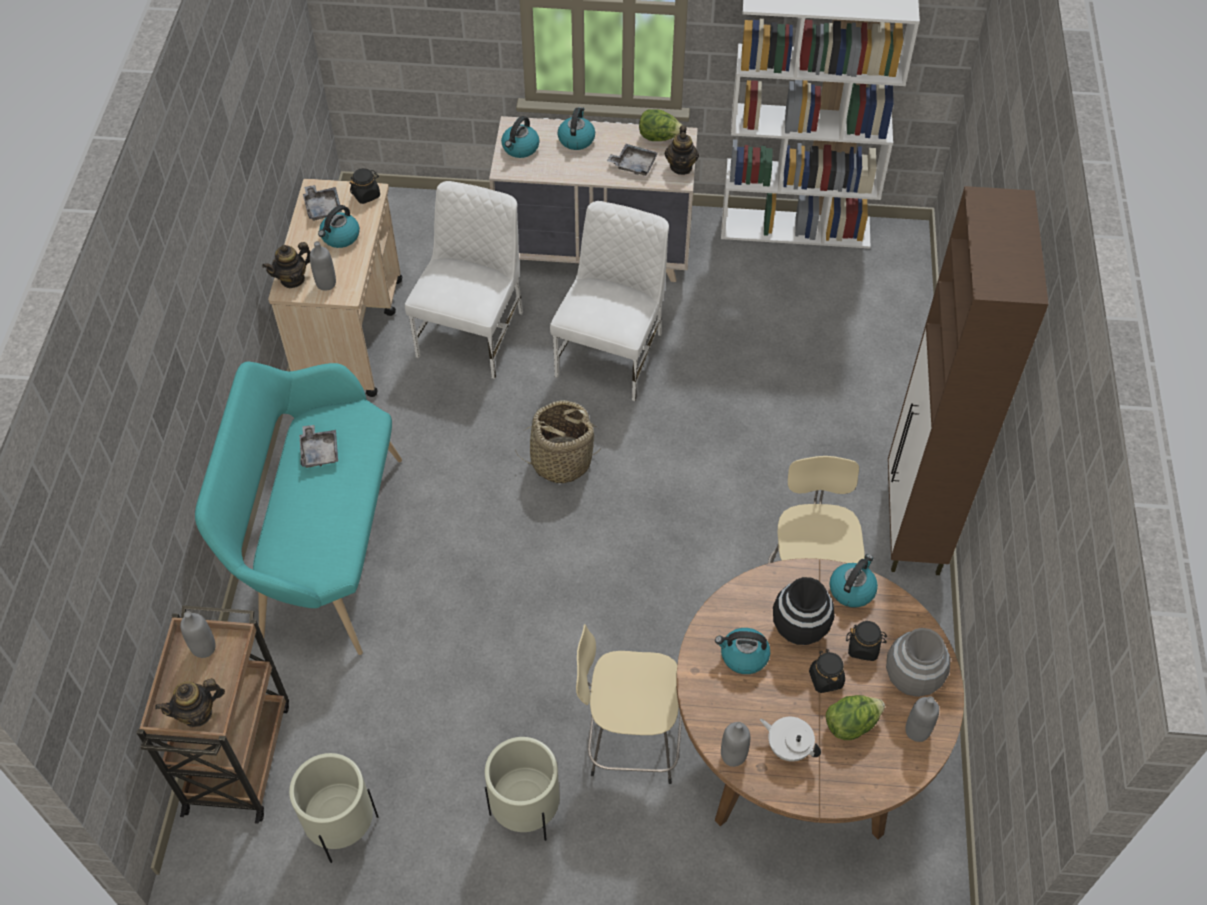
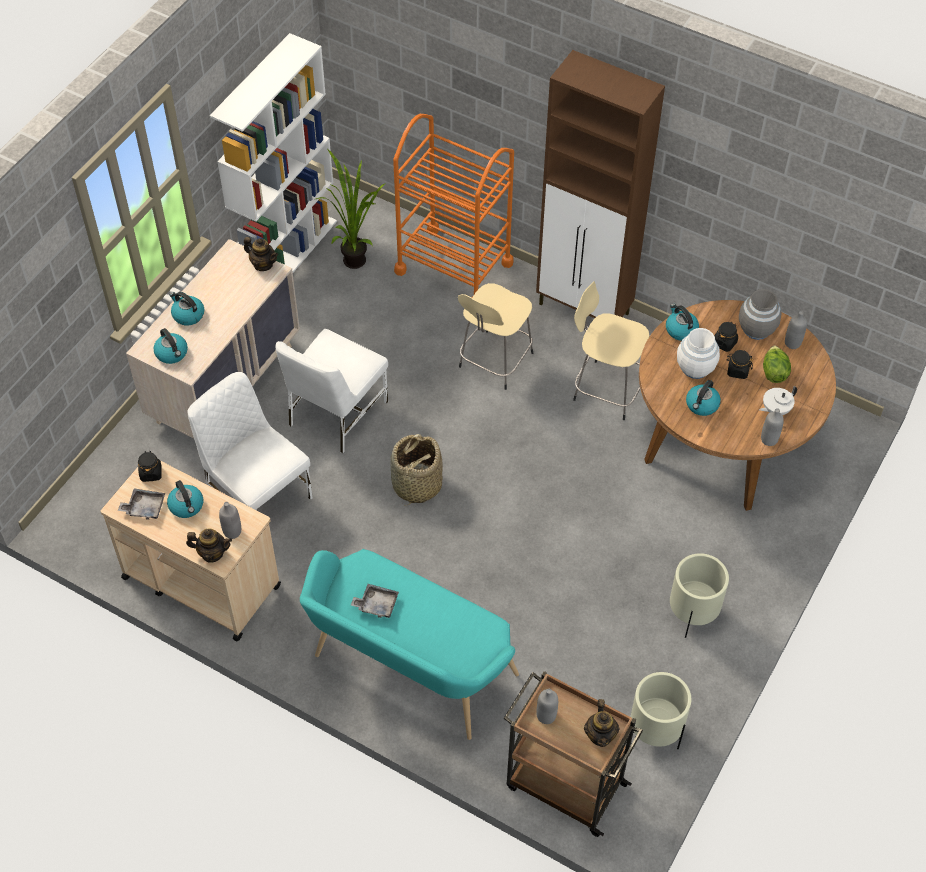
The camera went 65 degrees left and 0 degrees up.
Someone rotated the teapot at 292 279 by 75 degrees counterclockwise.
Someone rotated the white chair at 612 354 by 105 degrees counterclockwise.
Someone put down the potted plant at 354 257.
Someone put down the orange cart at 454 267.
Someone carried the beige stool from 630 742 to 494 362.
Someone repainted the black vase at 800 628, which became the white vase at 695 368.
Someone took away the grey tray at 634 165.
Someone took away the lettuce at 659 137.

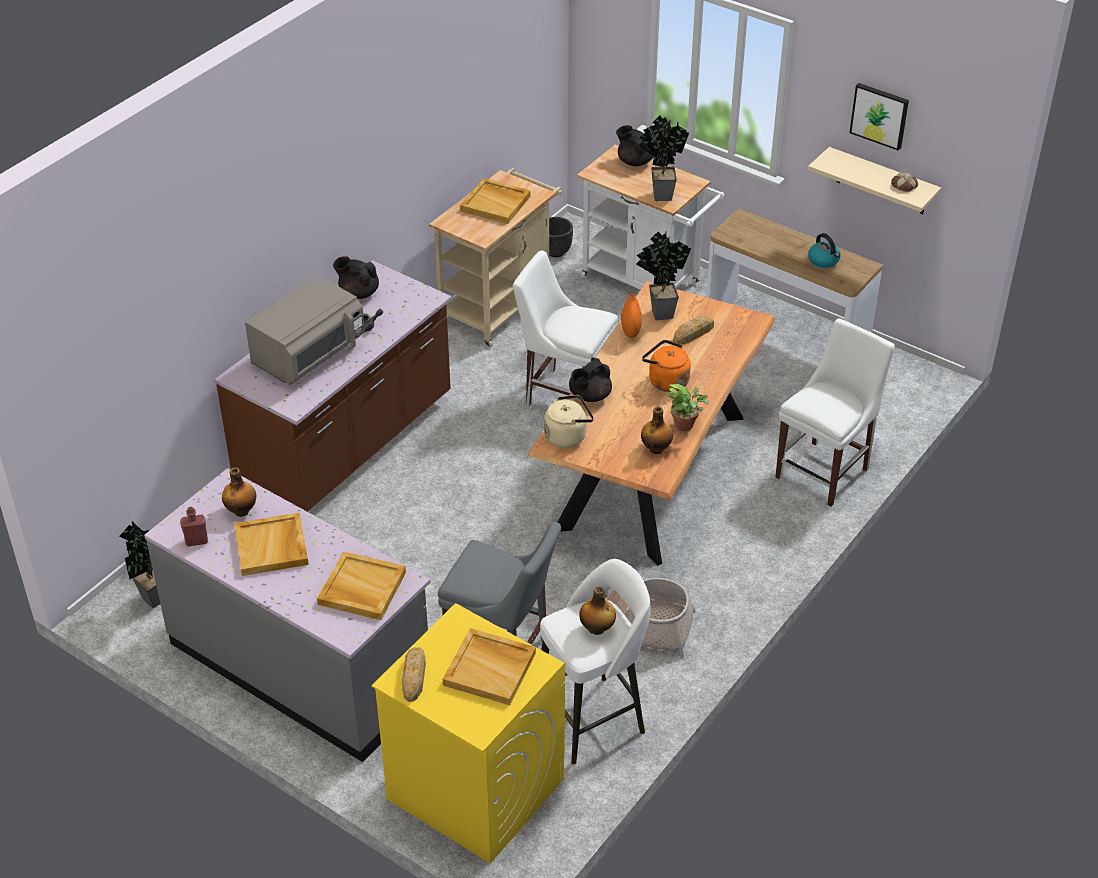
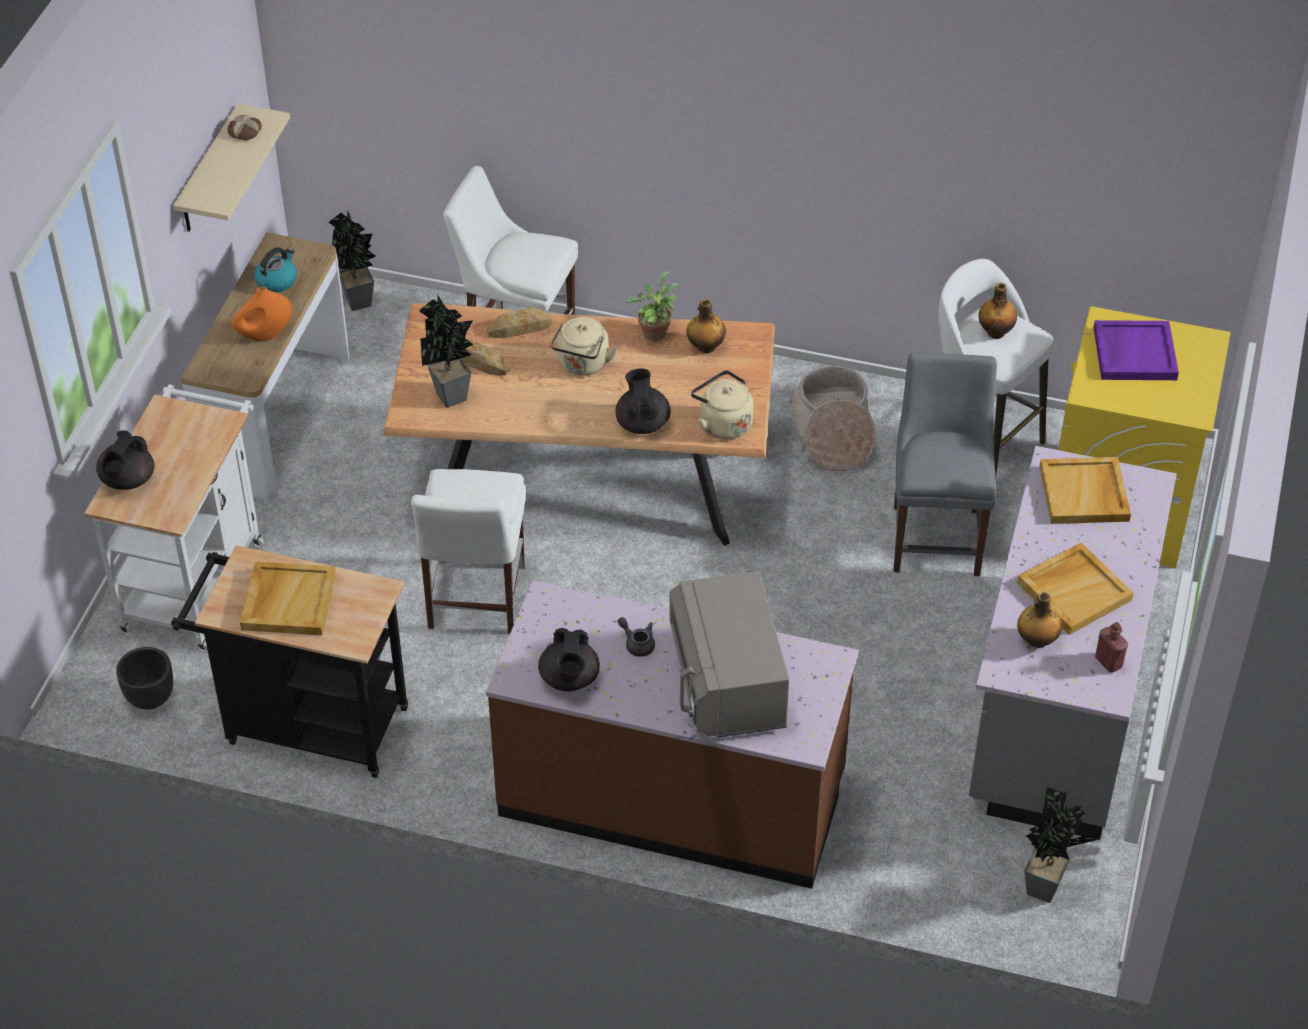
The camera went 110 degrees left and 5 degrees up.
Someone repainted the beige cart at 500 306, which became the black cart at 307 724.
Someone carried the orange vase from 630 331 to 264 335.
Someone carried the potted plant from 658 195 to 357 305.
Someone carried the bread from 414 676 to 519 328.
Someone repainted the orange kettle at 666 381, which became the beige kettle at 583 365.
Someone rotated the black teapot at 589 396 by 120 degrees counterclockwise.
Someone rotated the grey microwave at 309 355 by 120 degrees counterclockwise.
Someone repainted the beige tray at 490 669, which became the purple tray at 1133 353.
Someone took away the picture at 880 115.

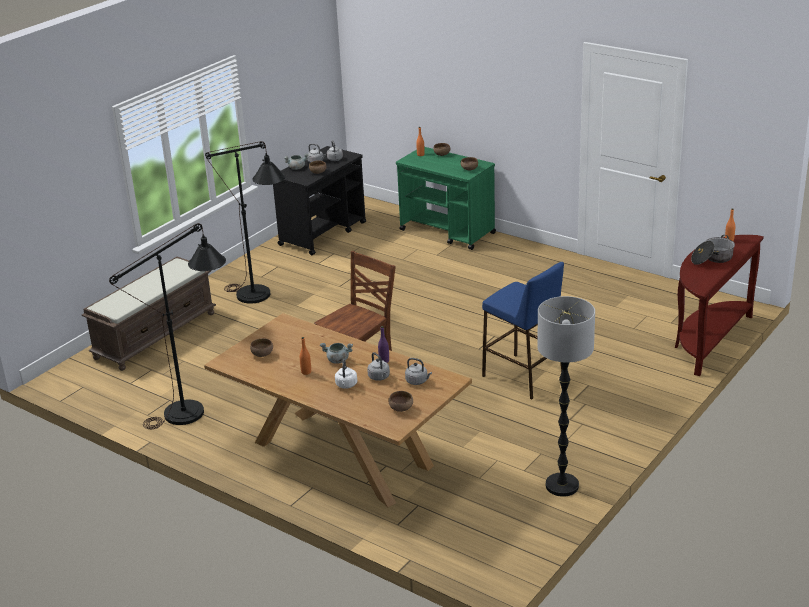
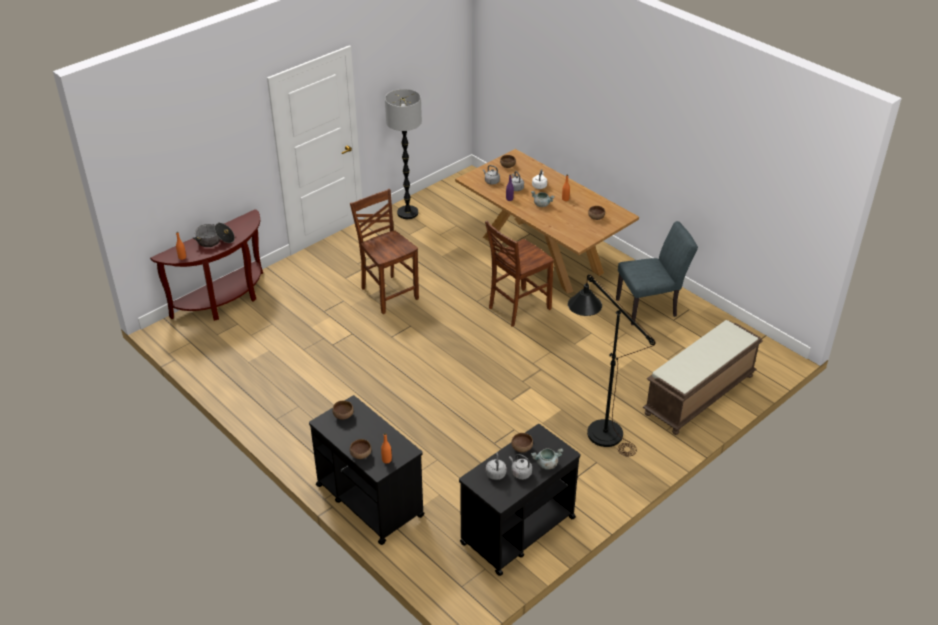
The camera went 170 degrees left and 10 degrees up.
Someone repainted the green cart at 448 232, which became the black cart at 369 500.
Someone swapped the blue stool at 523 376 for the brown chair at 388 293.
Someone swapped the black floor lamp at 195 410 for the grey chair at 651 307.

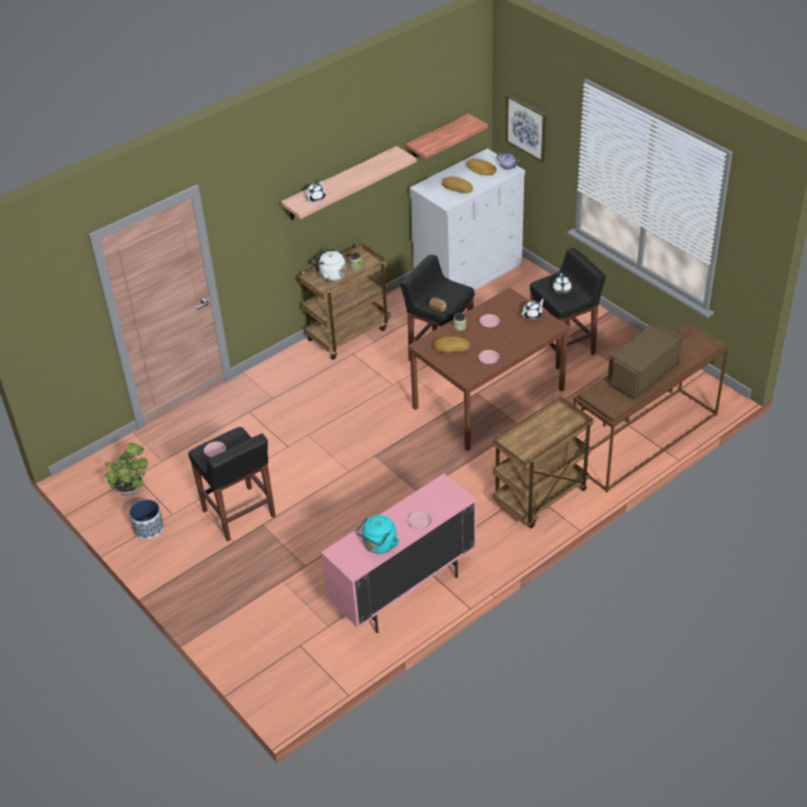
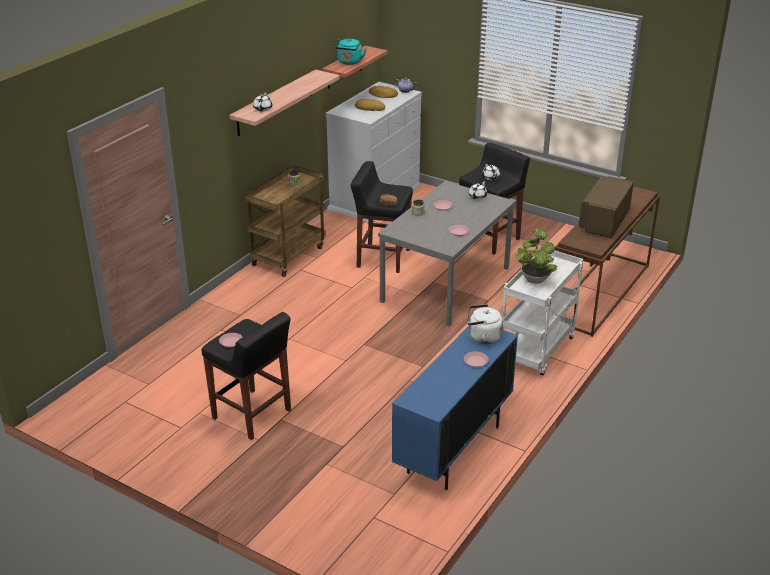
The camera went 20 degrees left and 10 degrees down.
Someone carried the turquoise kettle from 379 546 to 349 62.
Someone repainted the brown dining table at 488 398, which became the grey dining table at 445 284.
Someone repainted the pink cabinet at 404 592, which became the blue cabinet at 453 450.
Someone carried the white kettle from 330 275 to 482 337.
Someone repainted the brown cart at 540 498, which became the white cart at 537 351.
Someone carried the potted plant from 130 488 to 535 278.
Someone took away the planter at 148 528.
Someone took away the bread at 451 347.
Someone took away the picture at 526 127.

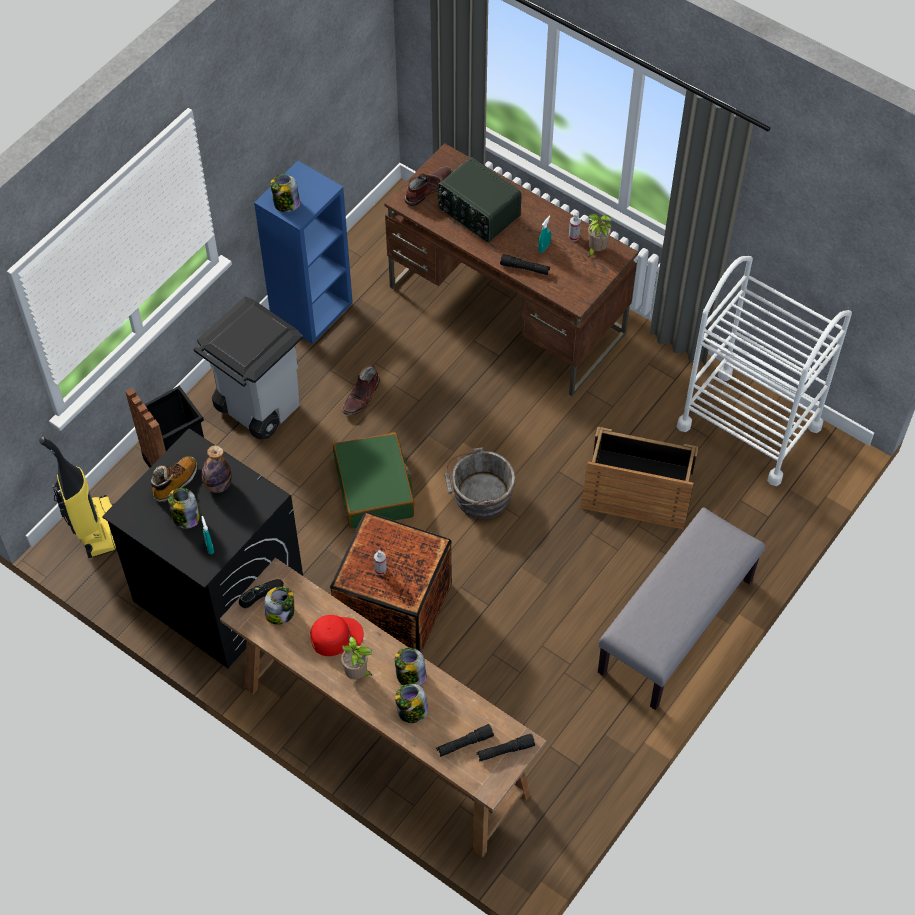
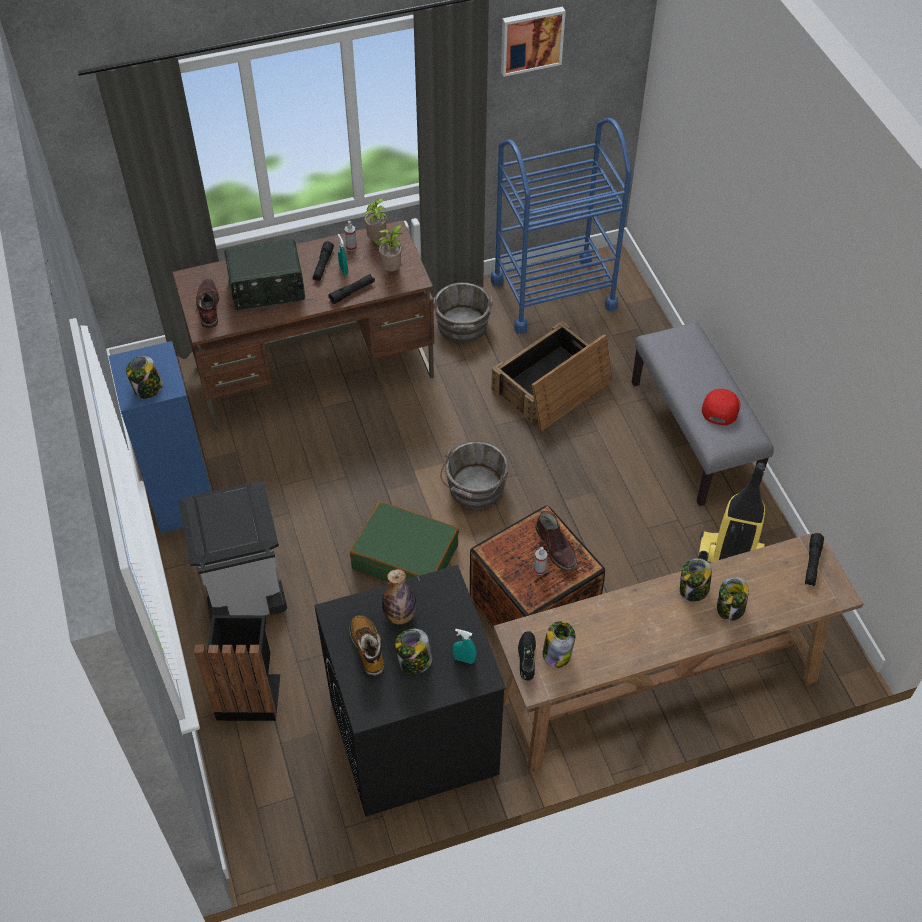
The camera went 55 degrees left and 5 degrees down.
Someone carried the black flashlight from 464 743 to 323 265.
Someone carried the potted plant from 357 674 to 392 270.
Someone put down the grey bucket at 462 327.
Someone repainted the white cart at 749 426, which became the blue cart at 553 293.
Someone put up the picture at 531 39.
Someone carried the brown boot from 362 397 to 557 547.
Someone carried the vacuum cleaner from 97 528 to 729 556.
Someone carried the red cap from 336 636 to 720 407.

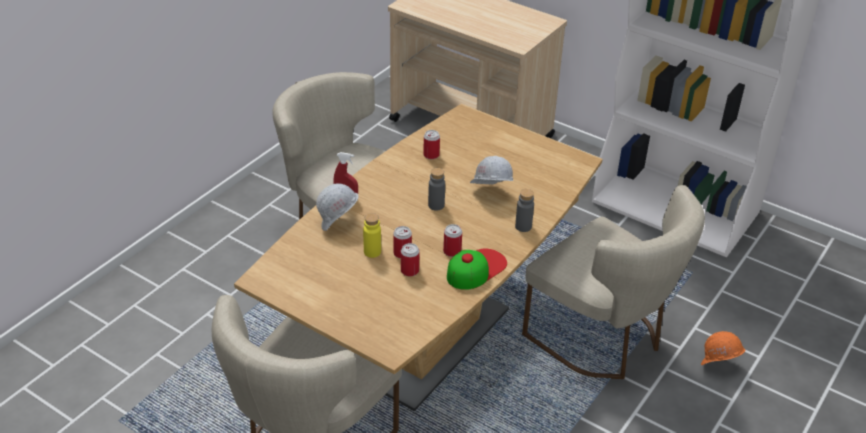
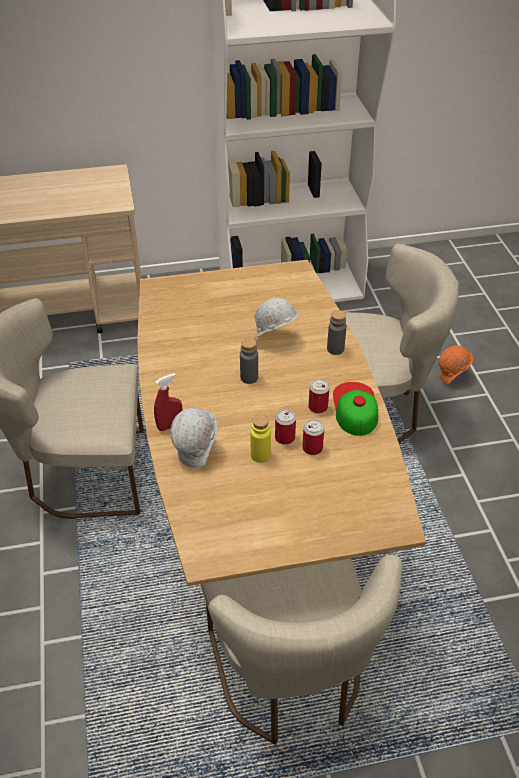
The camera went 45 degrees left and 5 degrees up.
Someone took away the can at 431 155.

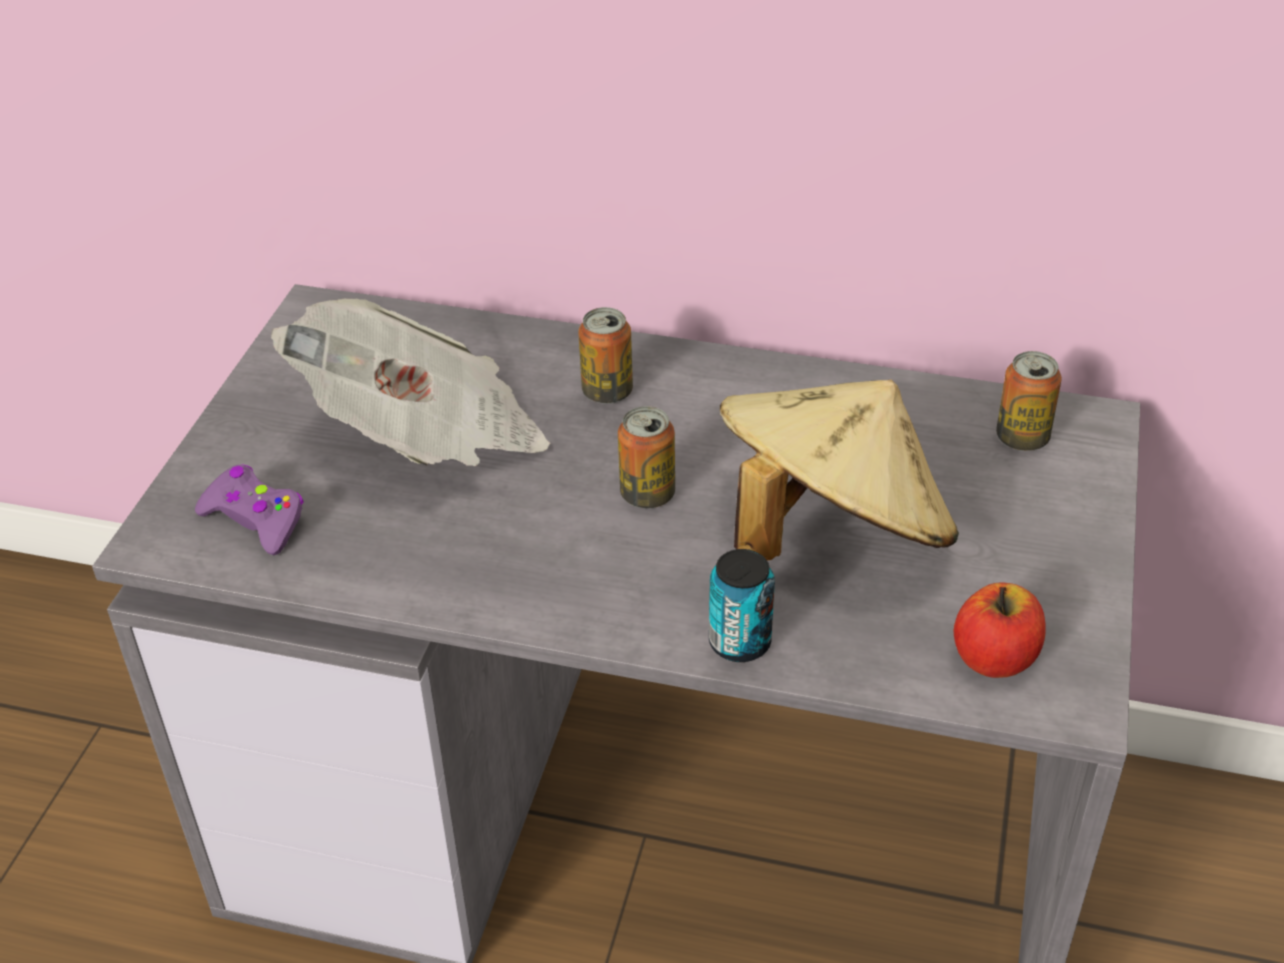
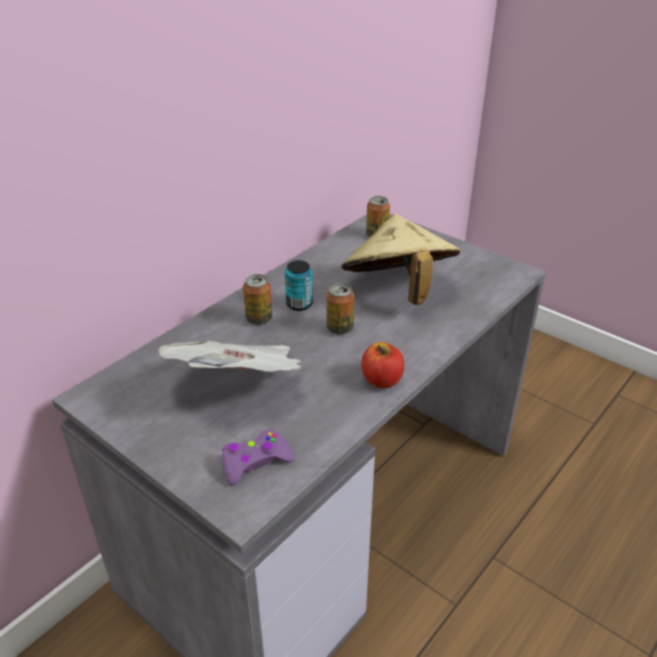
The camera went 65 degrees left and 5 degrees down.
Someone carried the can from 739 642 to 299 304.
Someone carried the apple from 994 658 to 382 380.

